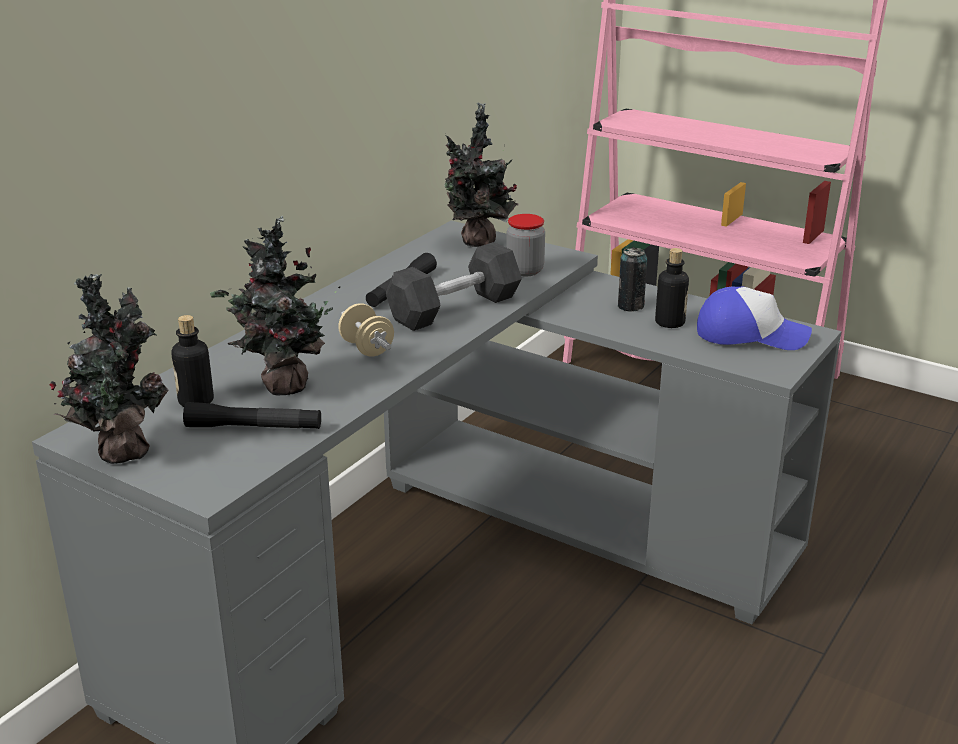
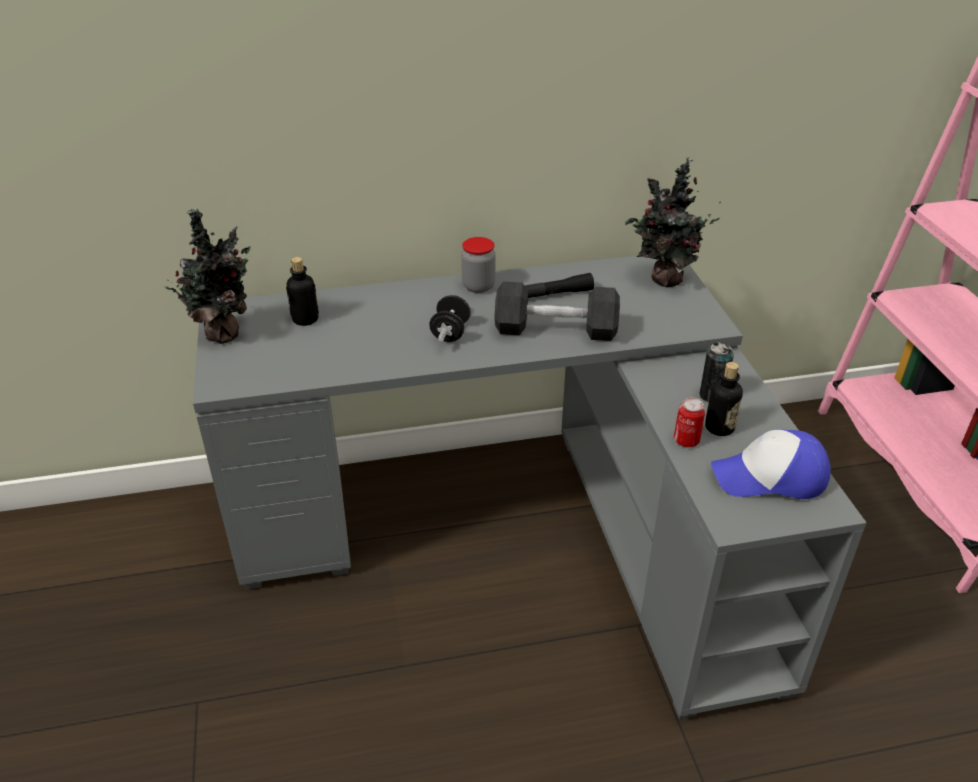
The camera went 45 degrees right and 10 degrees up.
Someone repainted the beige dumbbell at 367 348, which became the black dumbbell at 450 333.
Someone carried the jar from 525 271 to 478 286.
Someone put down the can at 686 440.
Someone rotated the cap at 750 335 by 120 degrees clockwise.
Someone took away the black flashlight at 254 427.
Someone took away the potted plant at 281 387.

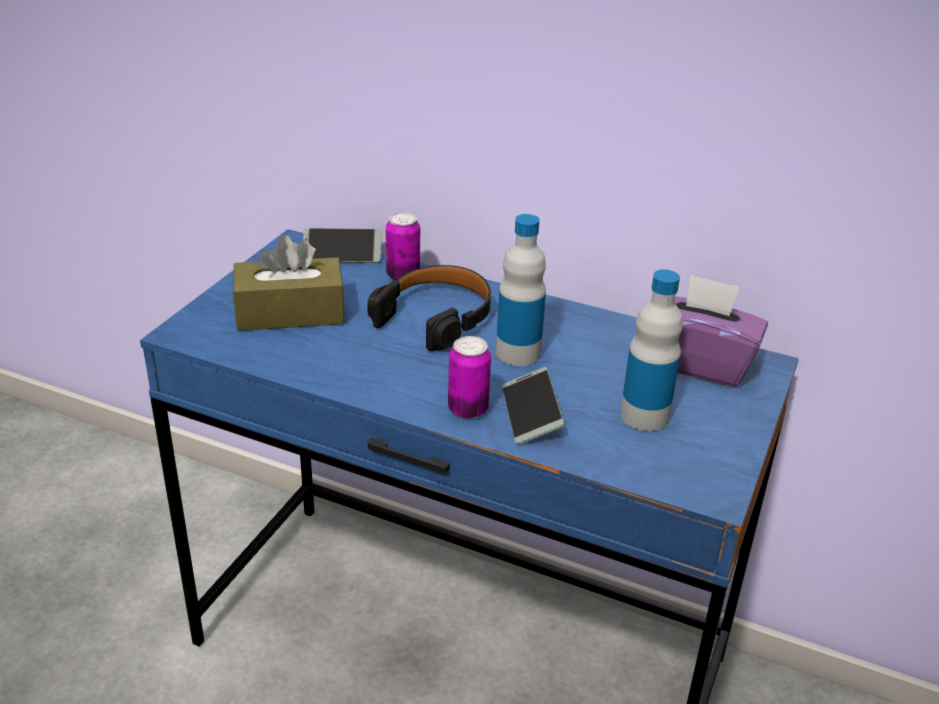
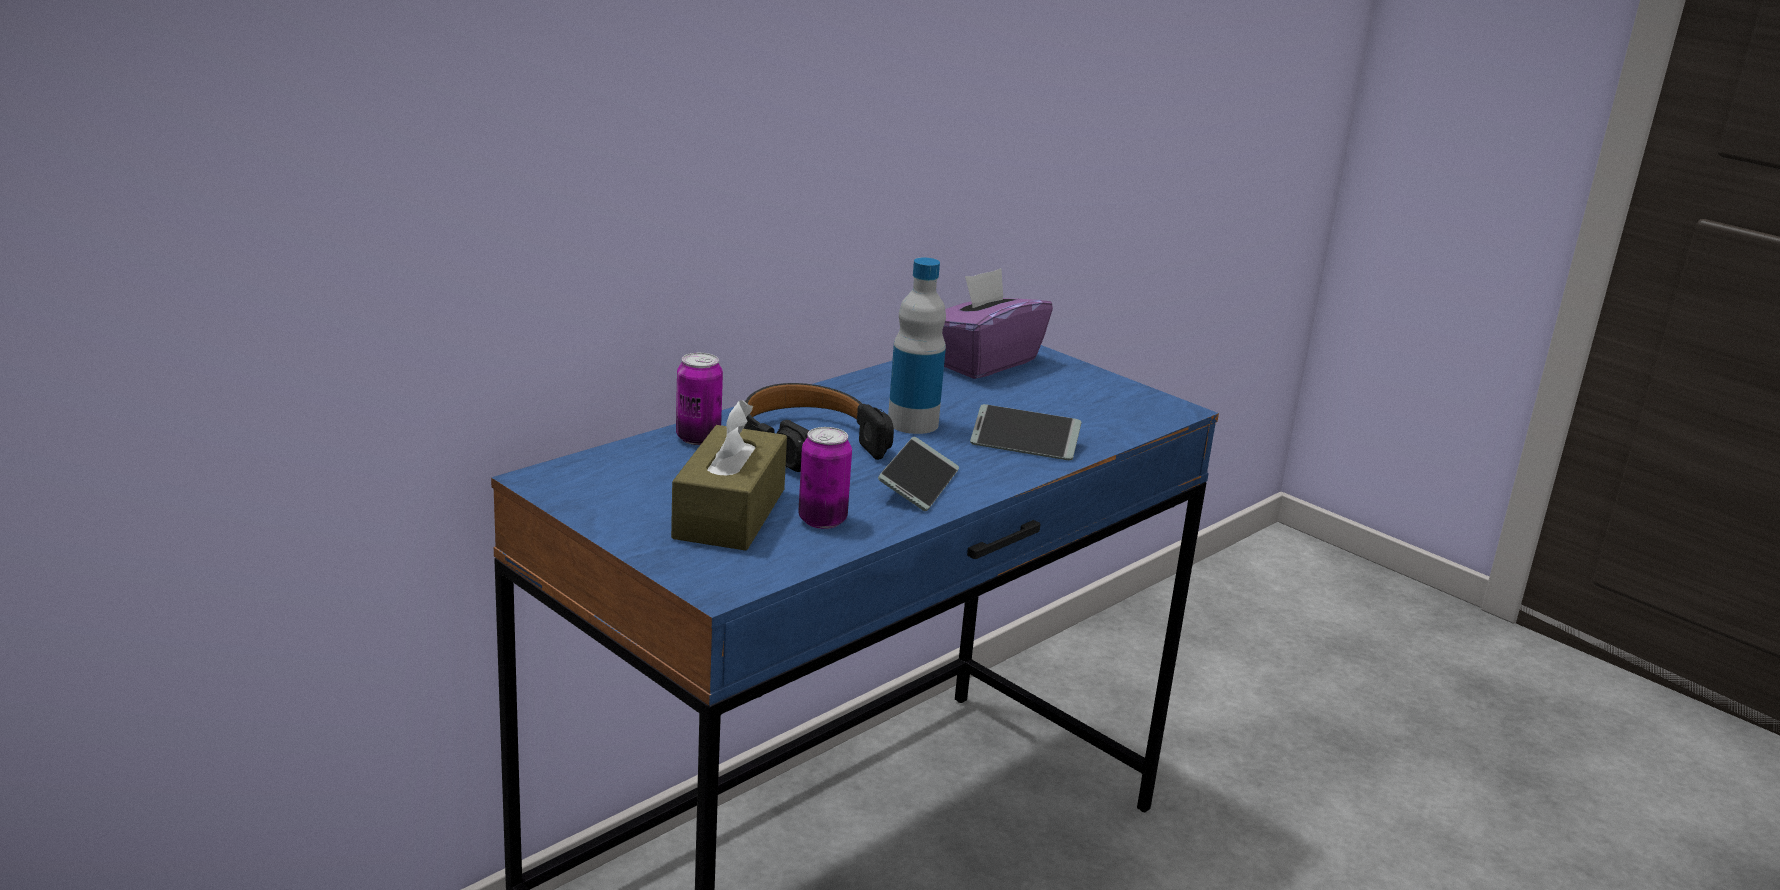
The camera went 70 degrees left and 10 degrees down.
Someone carried the can from 468 409 to 822 520.
Someone carried the phone from 342 254 to 918 485.
Someone took away the bottle at 644 415.

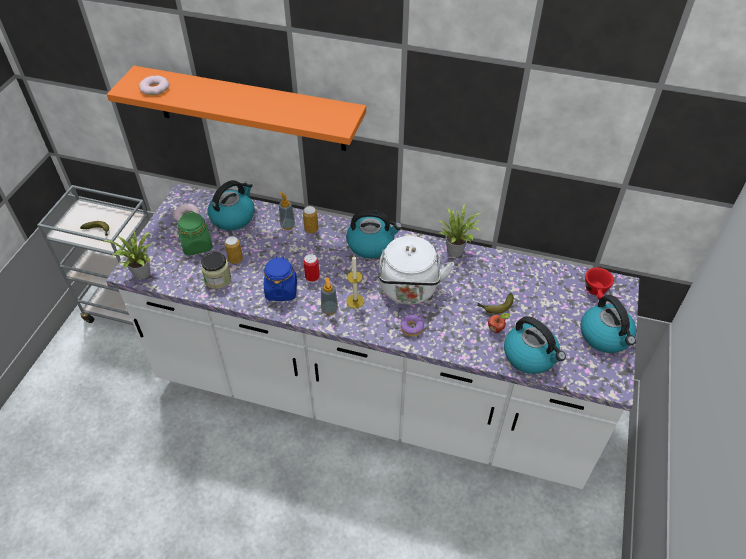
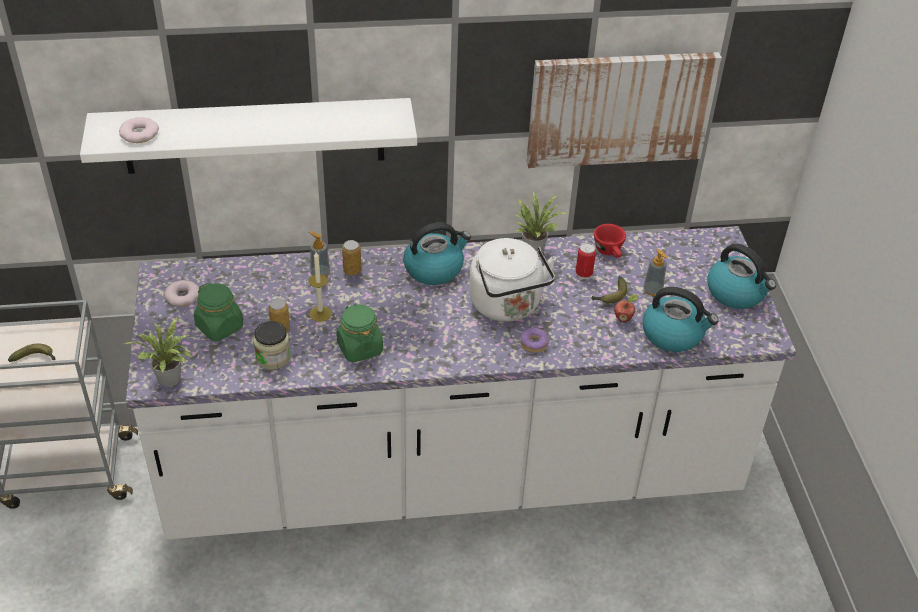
The camera went 25 degrees left and 5 degrees down.
Someone repainted the orange shelf at 250 109, which became the white shelf at 254 135.
Someone carried the candle from 355 301 to 320 313.
Someone repainted the blue jar at 281 290, which became the green jar at 359 348.
Someone put up the picture at 620 108.
Someone carried the can from 312 277 to 584 273.
Someone carried the red cup from 596 292 to 610 252.
Someone carried the soap dispenser from 329 309 to 652 290.
Someone took away the kettle at 233 217.

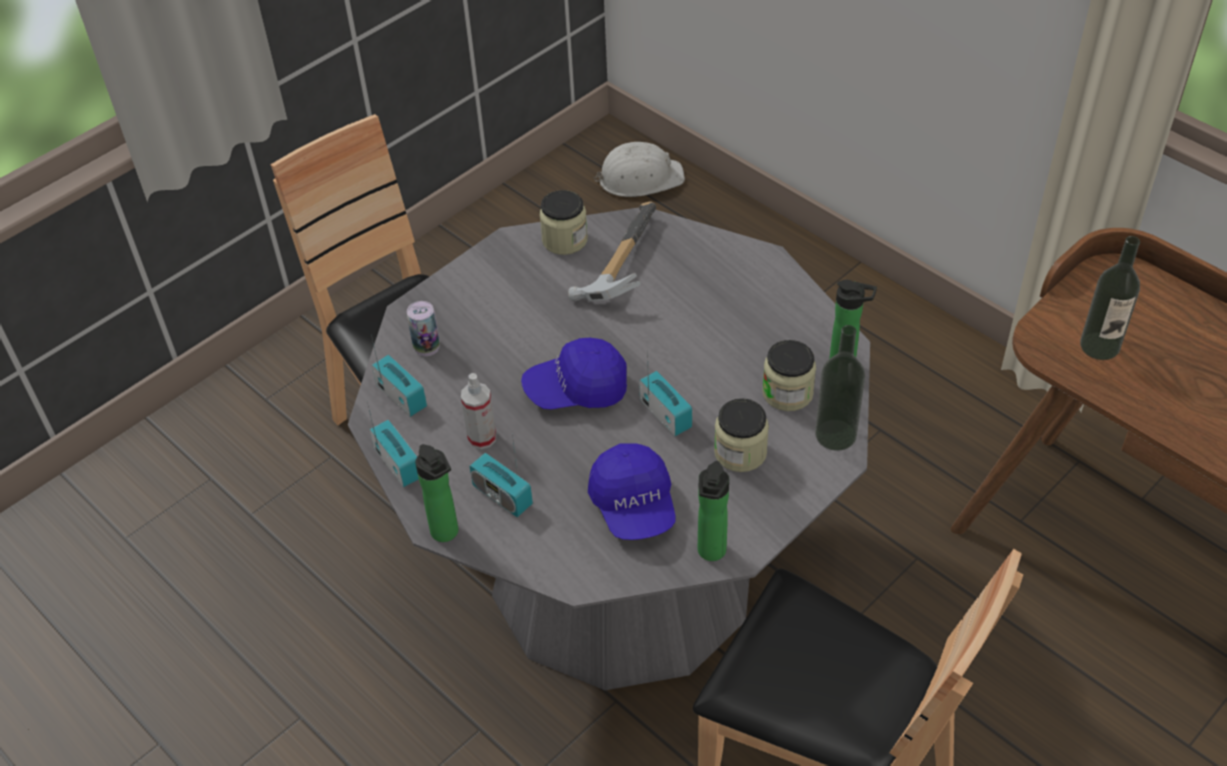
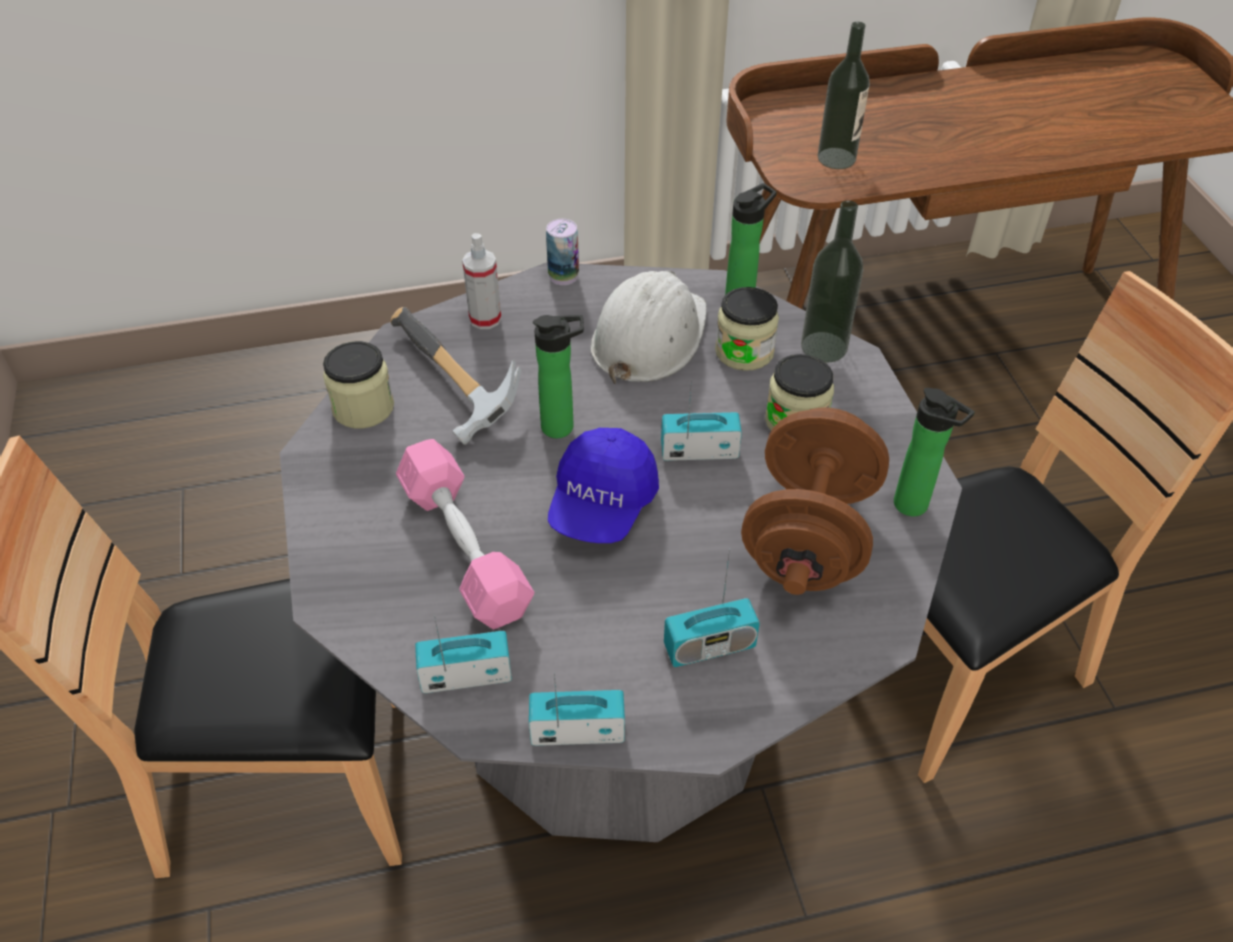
The camera went 60 degrees left and 0 degrees up.
Someone put down the pink dumbbell at 464 548.
Someone carried the spray bottle from 482 437 to 485 319.
Someone carried the bottle from 447 534 to 562 427.
Someone carried the can from 427 347 to 563 276.
Someone carried the white hard hat from 640 178 to 648 337.
Someone swapped the blue cap at 634 506 for the brown dumbbell at 808 536.

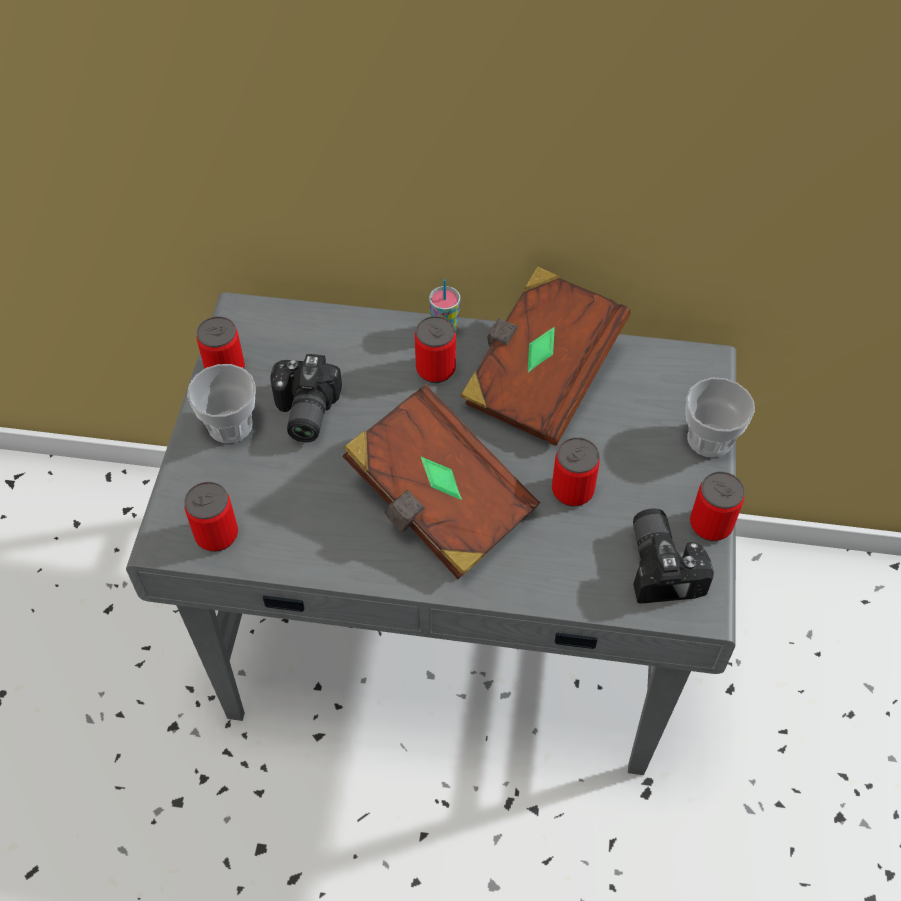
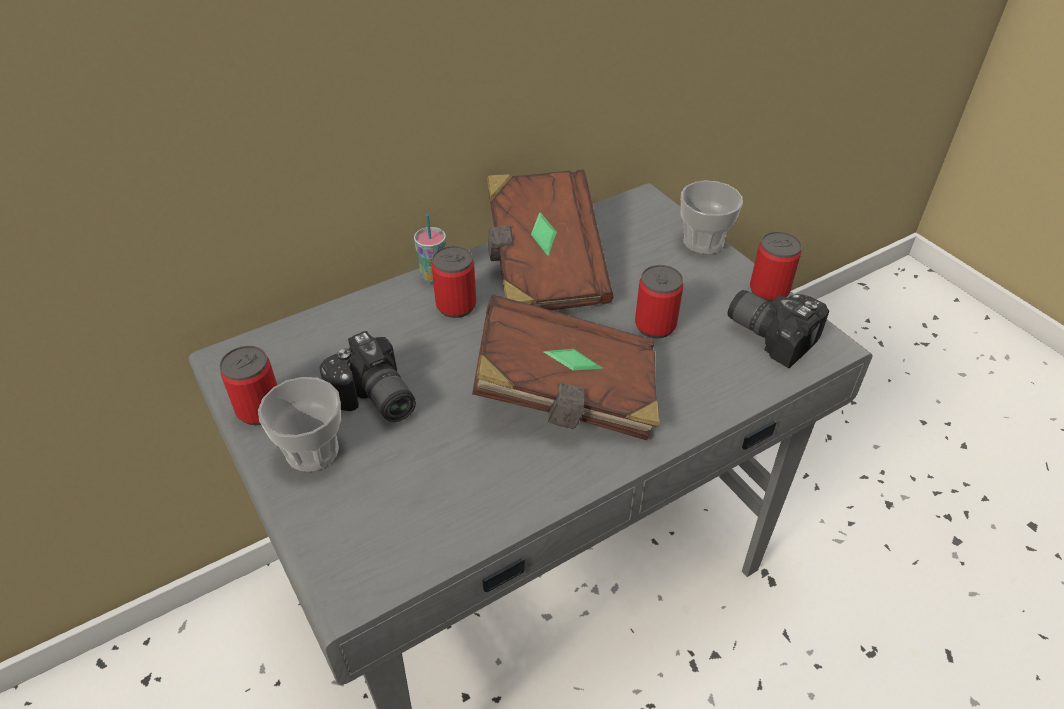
The camera went 40 degrees left and 10 degrees down.
Someone took away the can at 216 535.

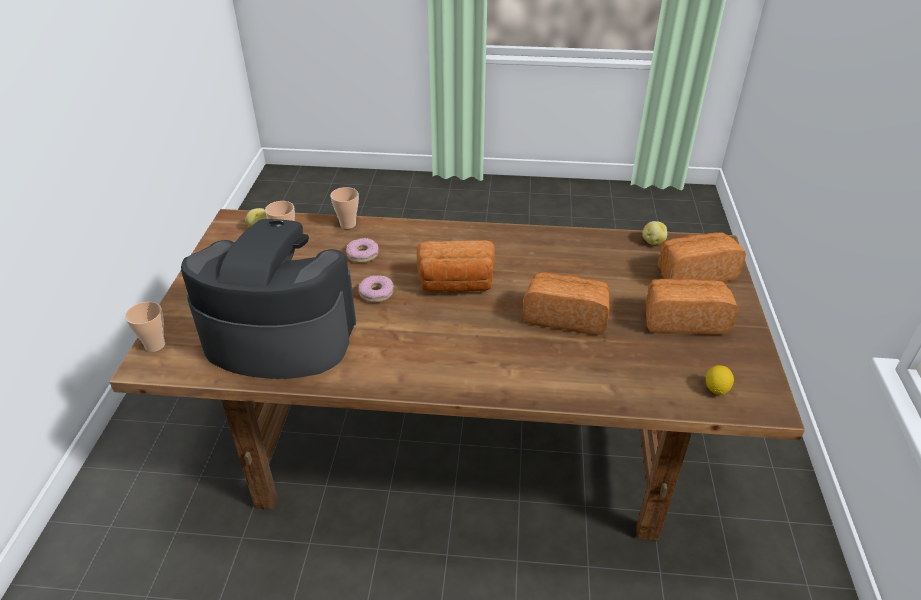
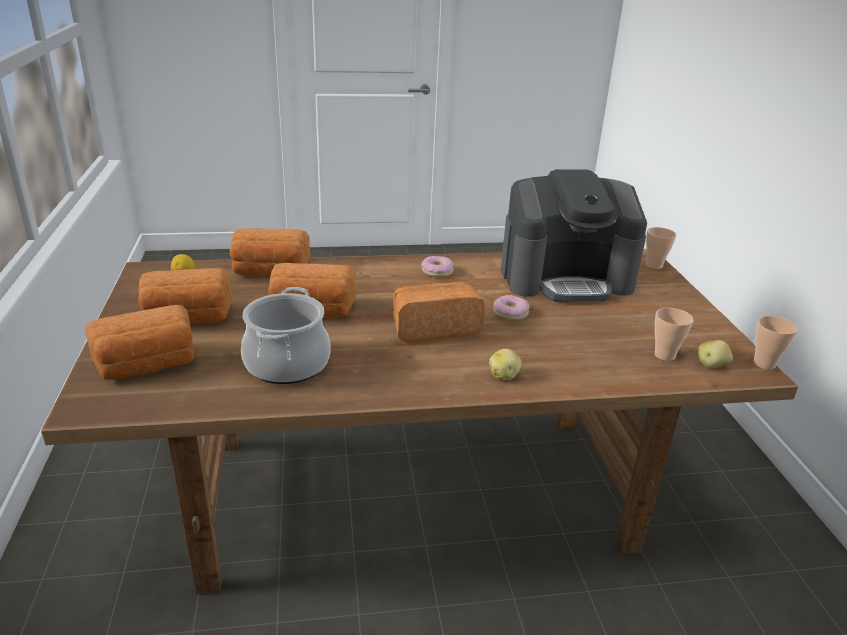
The camera went 165 degrees right and 10 degrees down.
Someone put down the bread at 270 272.
Someone put down the cooking pot at 286 364.
Someone carried the donut from 362 255 to 437 271.
Someone carried the potato from 652 241 to 504 376.
Someone carried the cup from 348 224 to 764 364.

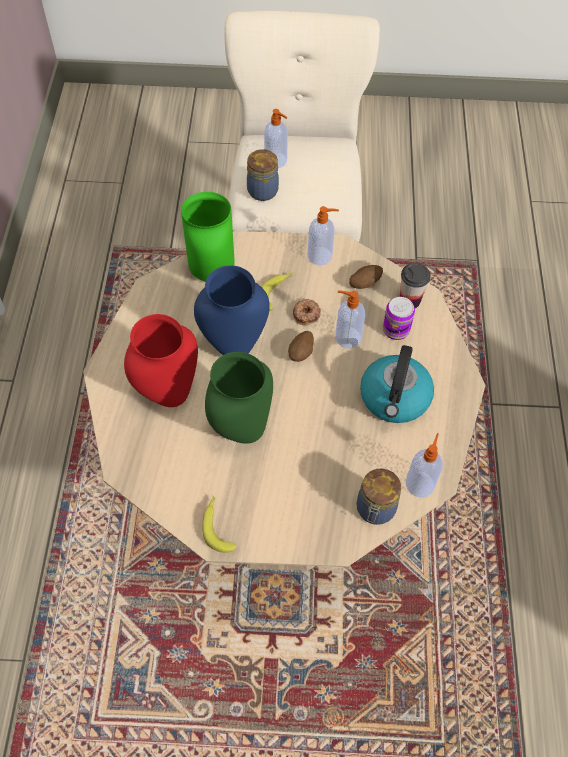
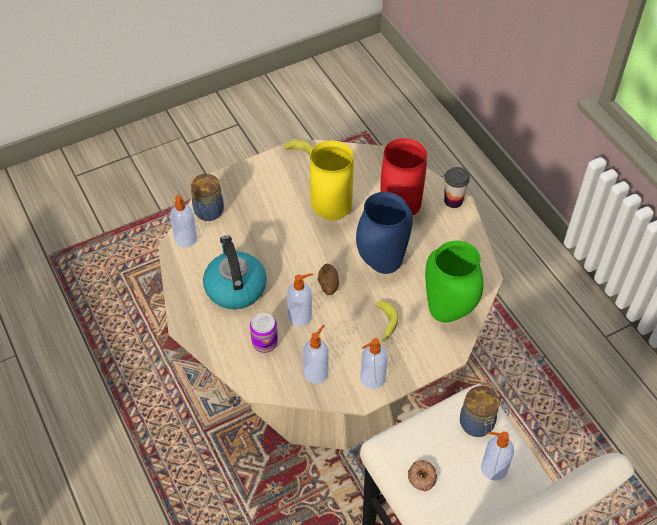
The camera went 150 degrees right and 5 degrees down.
Someone swapped the potato at 364 283 for the soap dispenser at 316 372.
Someone repainted the green vase at 240 429, which became the yellow vase at 332 213.
Someone carried the donut from 306 314 to 422 477.
Someone carried the cup from 409 300 to 453 201.

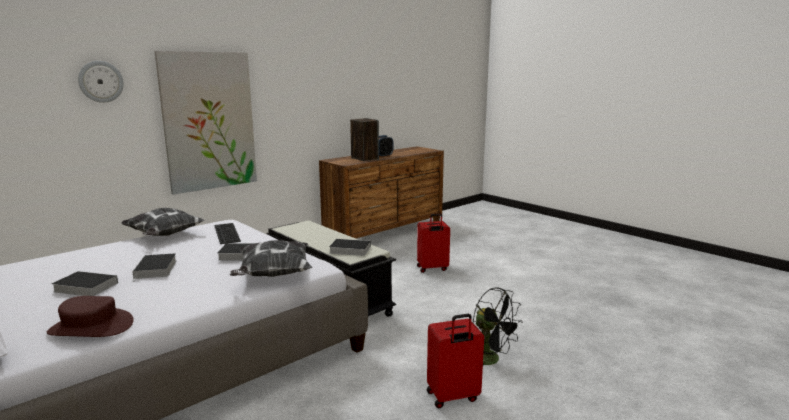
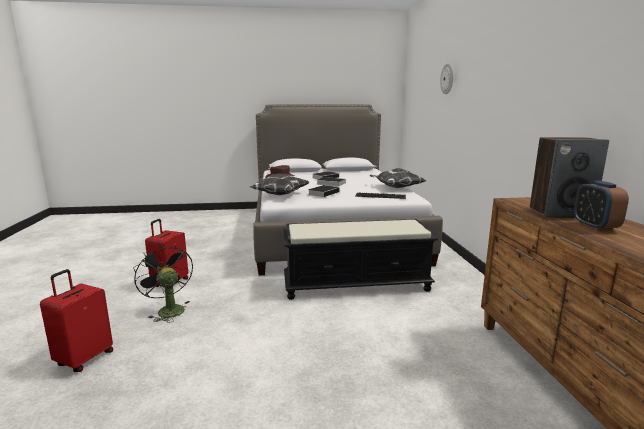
The camera went 125 degrees right and 0 degrees up.
Someone carried the red suitcase from 432 269 to 84 359.
Someone rotated the black fan at 491 360 by 60 degrees clockwise.
Someone took away the picture at 209 121.
Someone took away the book at 348 250.

